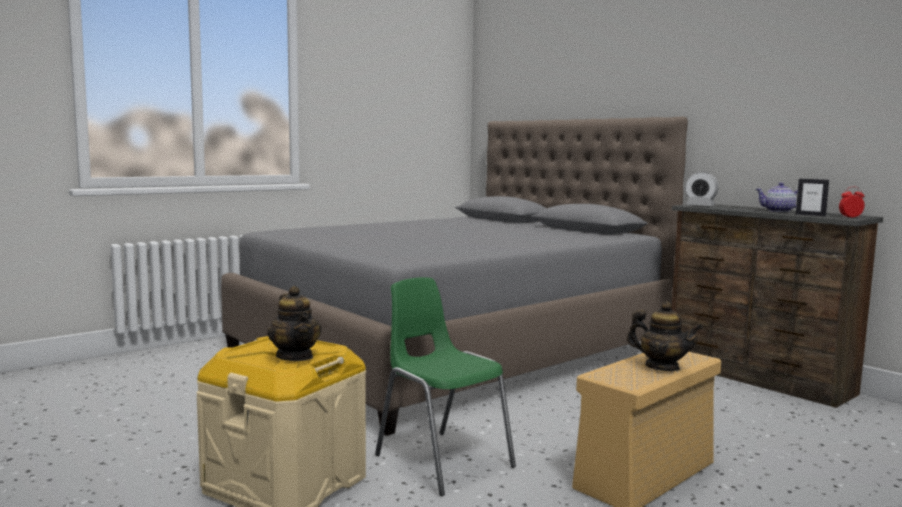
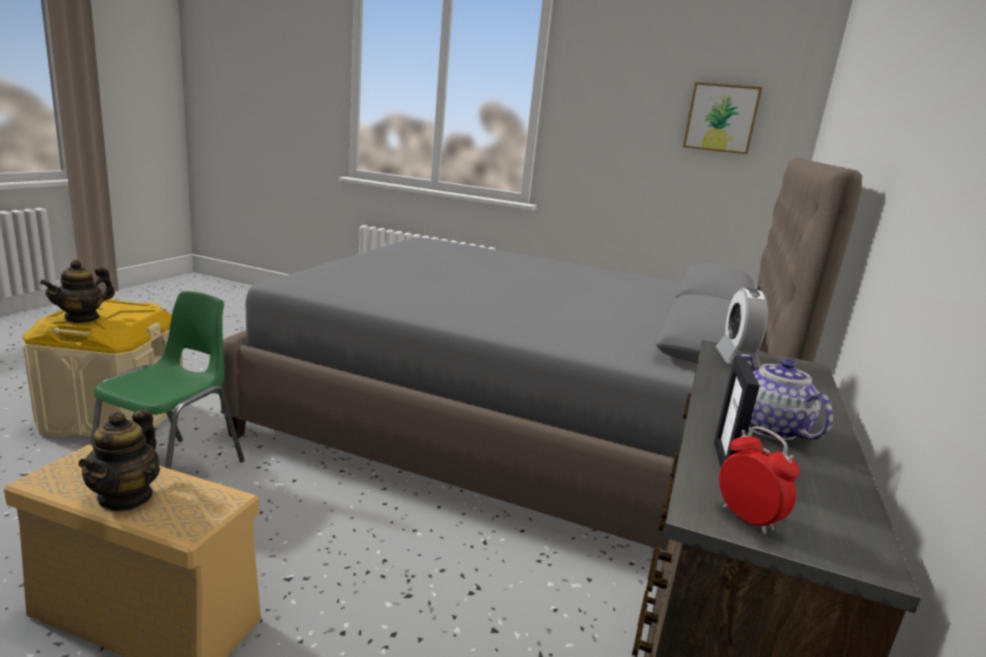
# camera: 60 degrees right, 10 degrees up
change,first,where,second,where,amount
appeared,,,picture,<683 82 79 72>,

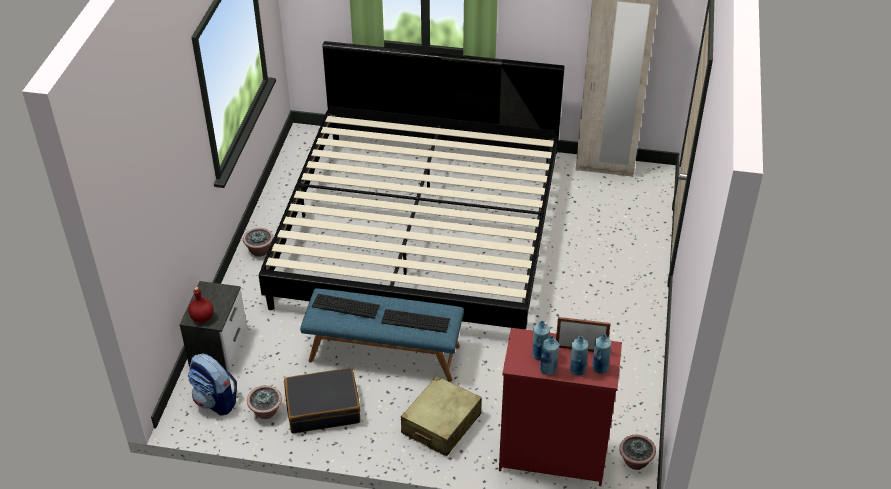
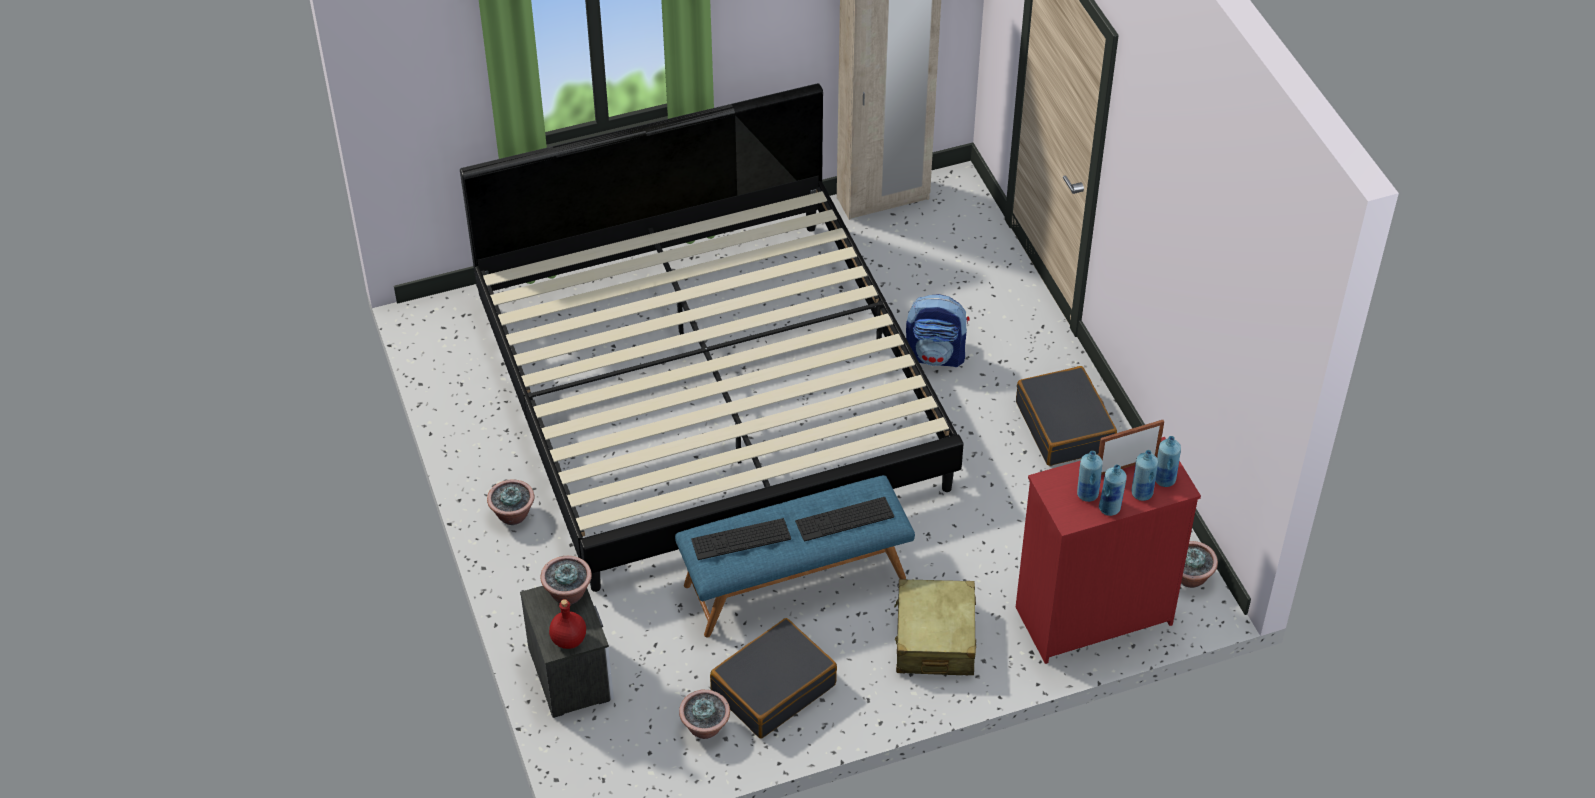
# camera: 30 degrees left, 5 degrees up
change,first,where,second,where,amount
relocated,knapsack,<188 353 49 63>,,<906 294 64 73>,
appeared,,,houseplant,<540 556 52 49>,
appeared,,,black-coloured piece of luggage,<1016 366 101 100>,

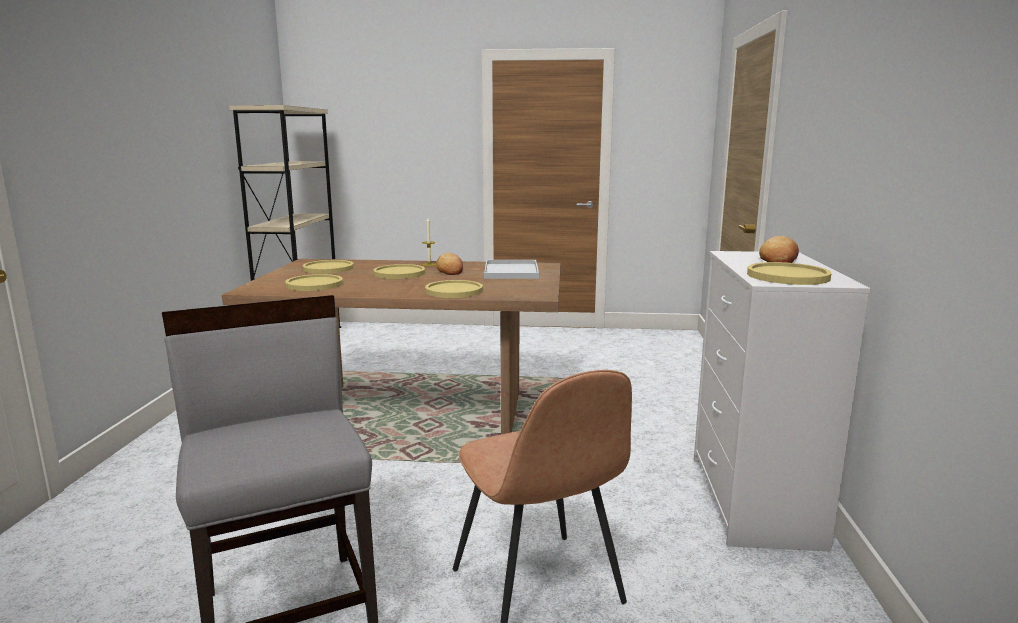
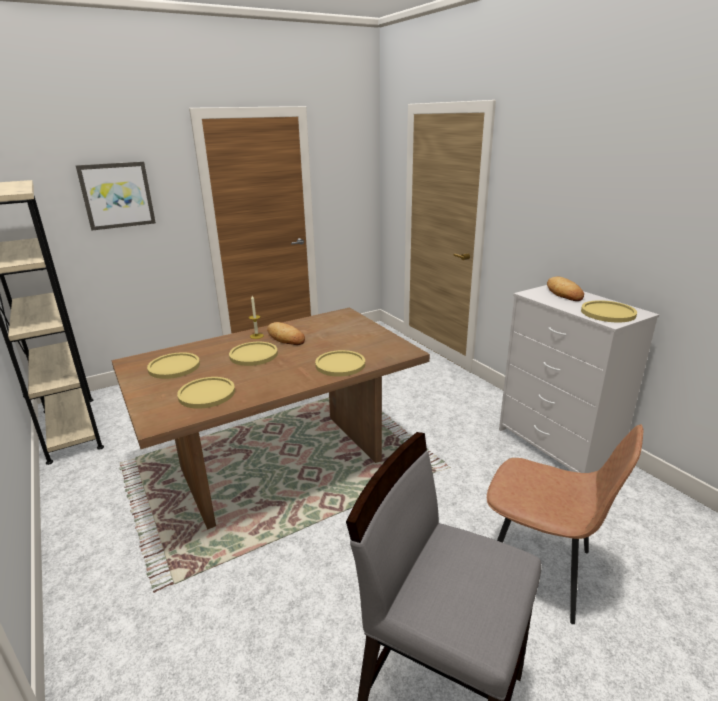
# camera: 35 degrees left, 10 degrees up
change,first,where,second,where,amount
missing,white-coloured tray,<484 260 55 19>,,,
appeared,,,picture,<76 162 80 68>,

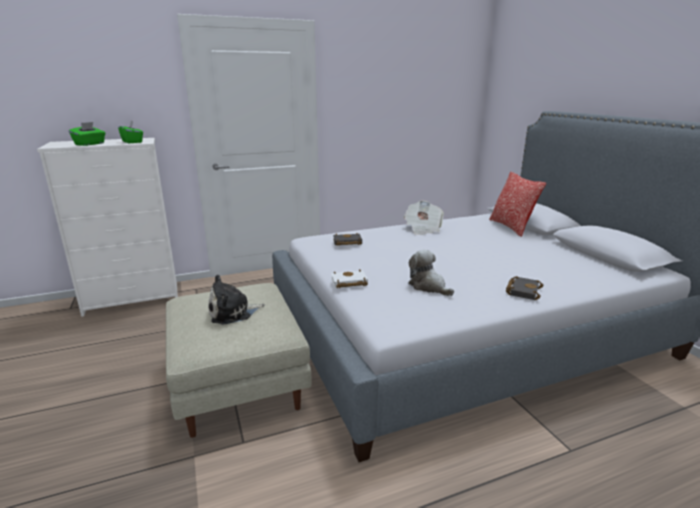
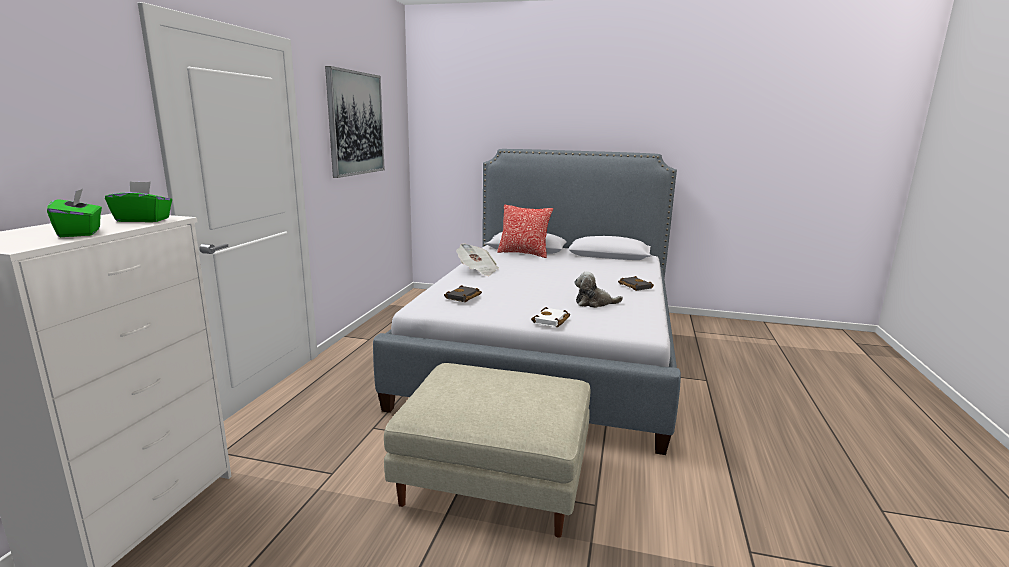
# camera: 55 degrees left, 5 degrees down
change,first,where,second,where,amount
missing,soft toy,<208 275 57 50>,,,
appeared,,,picture,<325 66 60 112>,

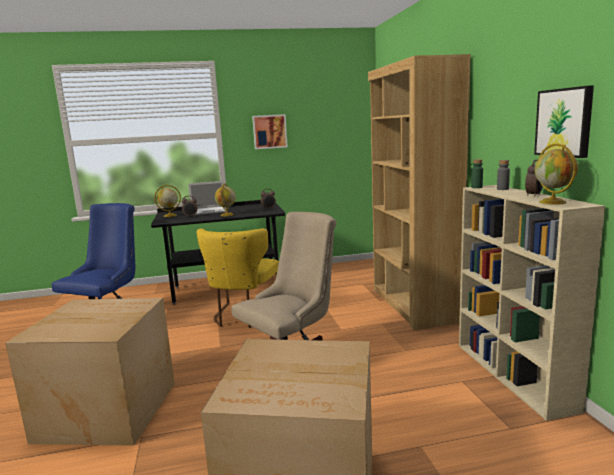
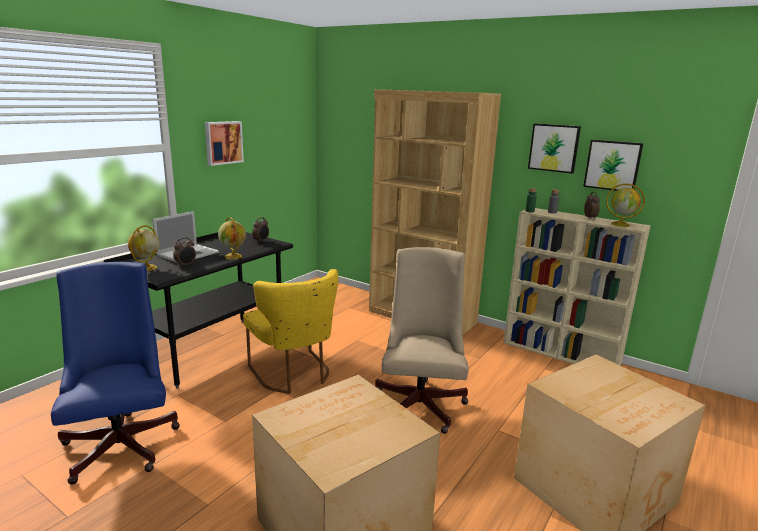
# camera: 45 degrees left, 5 degrees up
change,first,where,second,where,amount
appeared,,,picture,<528 124 53 50>,

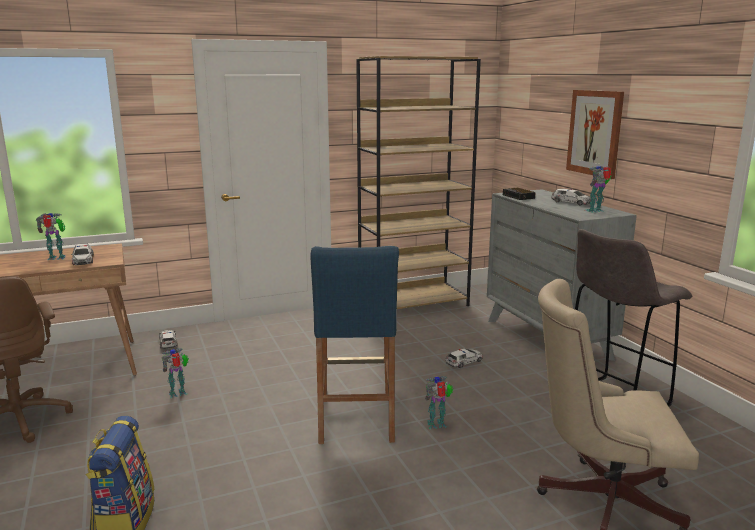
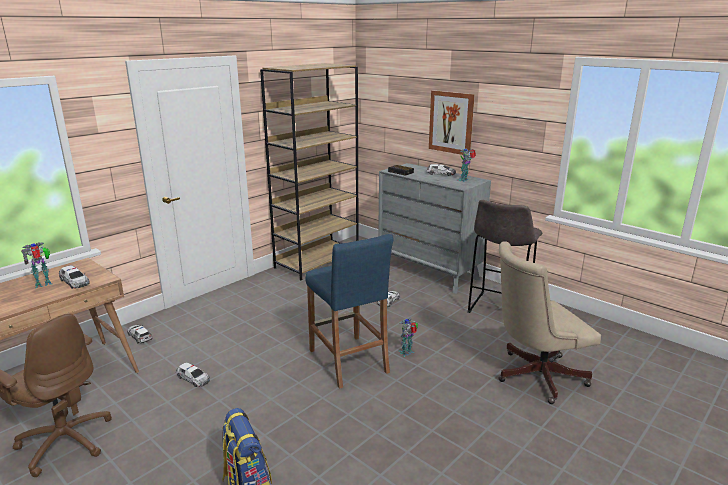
# camera: 25 degrees left, 5 degrees up
change,first,where,second,where,amount
exchanged,model robot,<162 348 27 50>,miniature car,<176 362 34 25>,

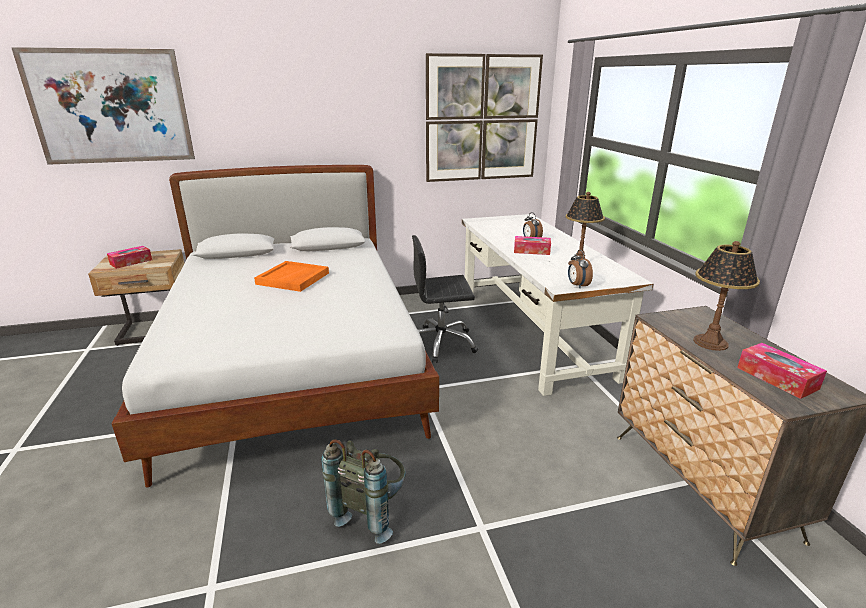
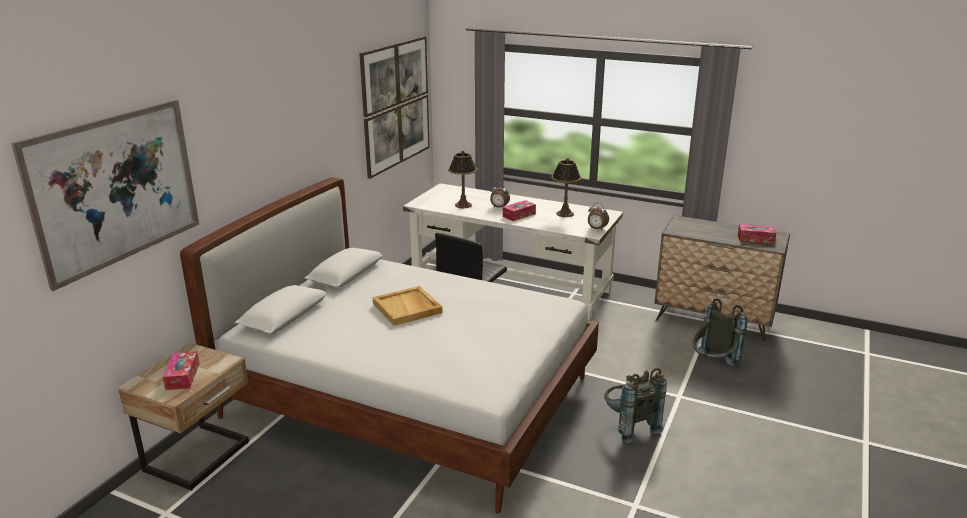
# camera: 50 degrees left, 0 degrees up
change,first,where,second,where,amount
colour,orange-coloured tray,<254 261 75 31>,beige-coloured tray,<373 286 69 40>,
relocated,table lamp,<693 241 67 110>,,<448 151 29 57>,
appeared,,,grey knapsack,<693 298 55 68>,

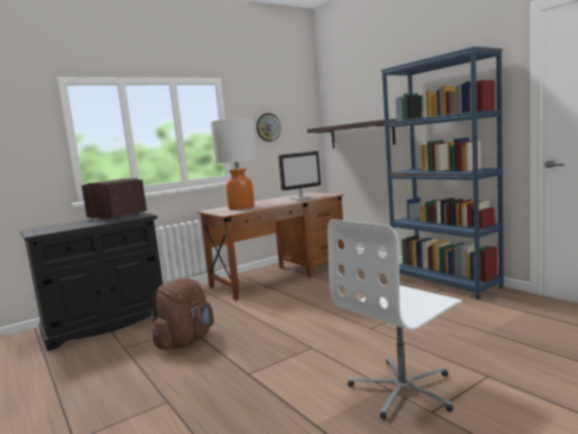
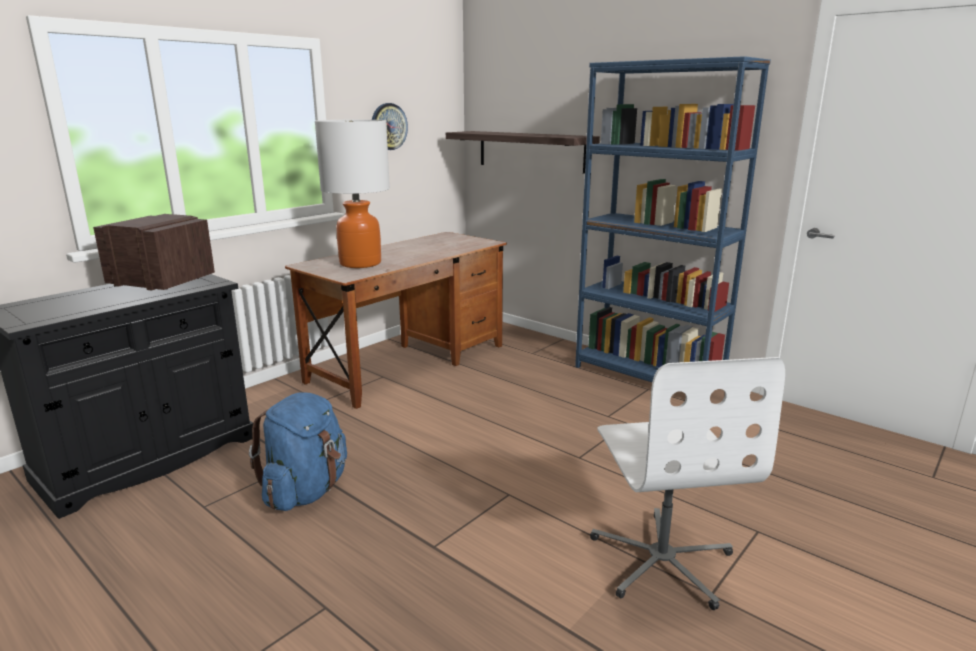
# camera: 15 degrees left, 10 degrees up
change,first,where,second,where,amount
colour,brown-coloured knapsack,<151 278 63 72>,blue knapsack,<249 393 98 118>,
missing,computer screen,<278 151 43 49>,,,
spun,white-coloured office chair,<328 219 134 200>,,<590 357 195 253>,45 degrees counterclockwise

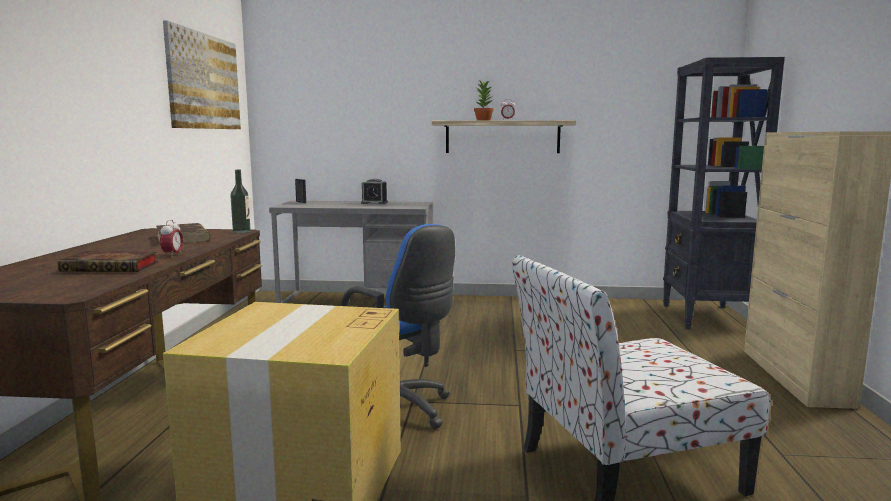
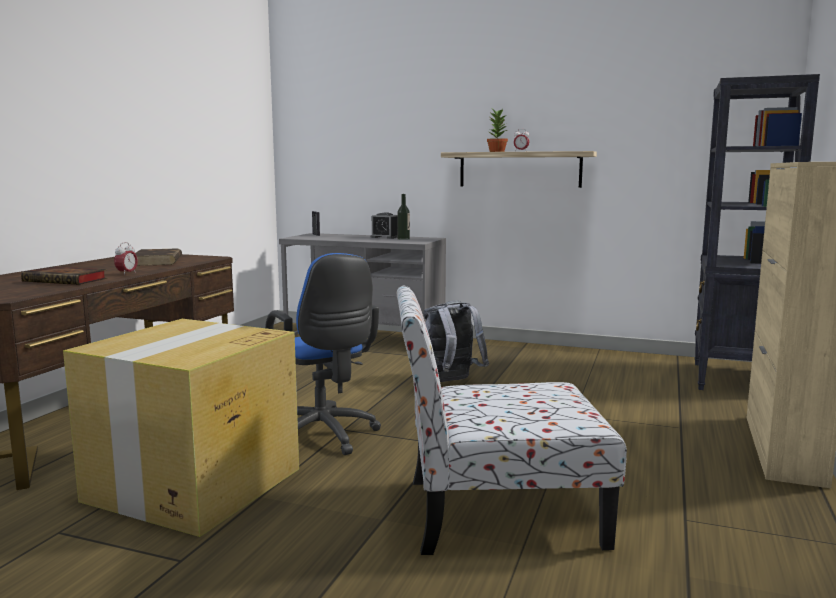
# camera: 15 degrees right, 0 degrees up
change,first,where,second,where,amount
missing,picture,<163 20 78 109>,,,
relocated,beverage bottle,<231 170 20 63>,,<397 194 13 46>,
appeared,,,grey knapsack,<424 300 65 82>,

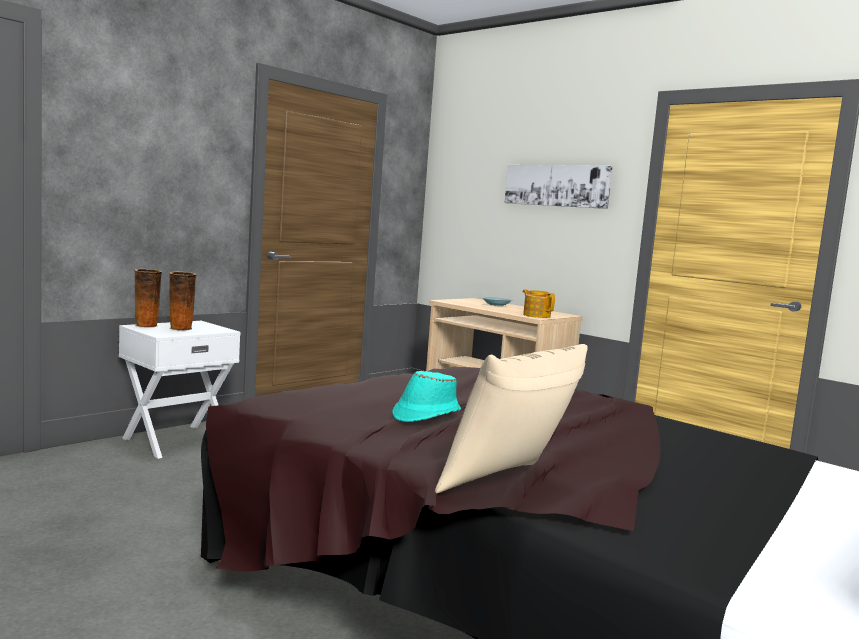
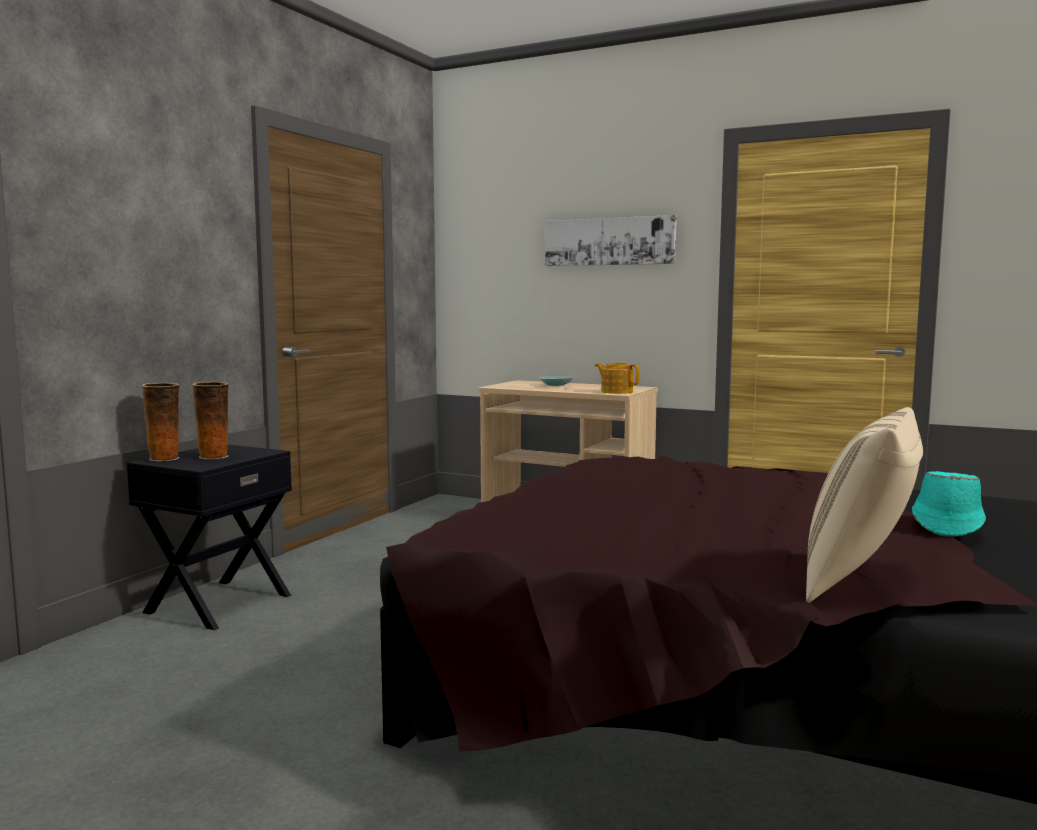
# camera: 15 degrees left, 0 degrees up
change,first,where,second,where,amount
colour,white-coloured bedside table,<119 321 122 138>,black-coloured bedside table,<127 444 165 186>,
relocated,turquoise wearable hat,<392 371 69 51>,,<912 471 74 66>,

